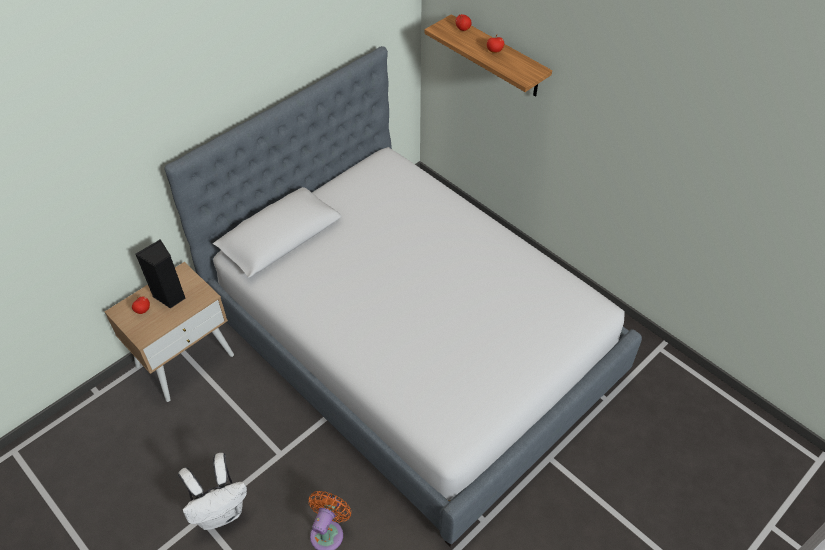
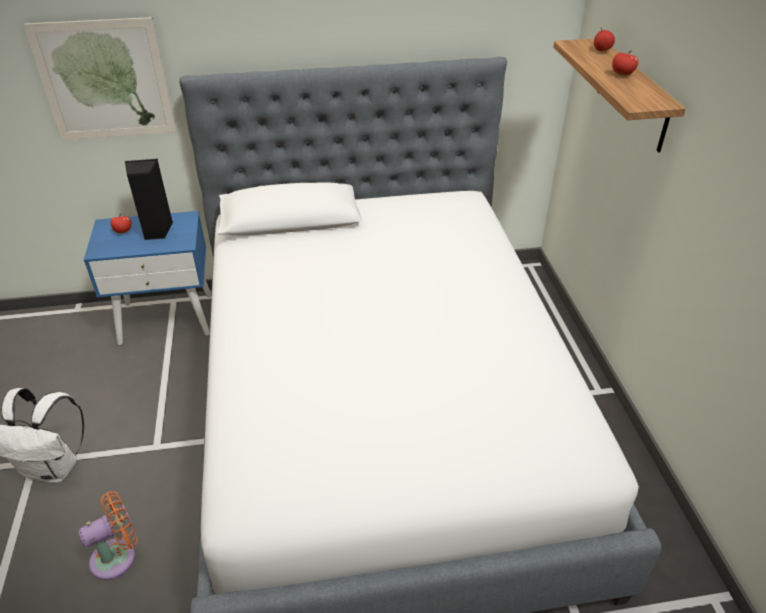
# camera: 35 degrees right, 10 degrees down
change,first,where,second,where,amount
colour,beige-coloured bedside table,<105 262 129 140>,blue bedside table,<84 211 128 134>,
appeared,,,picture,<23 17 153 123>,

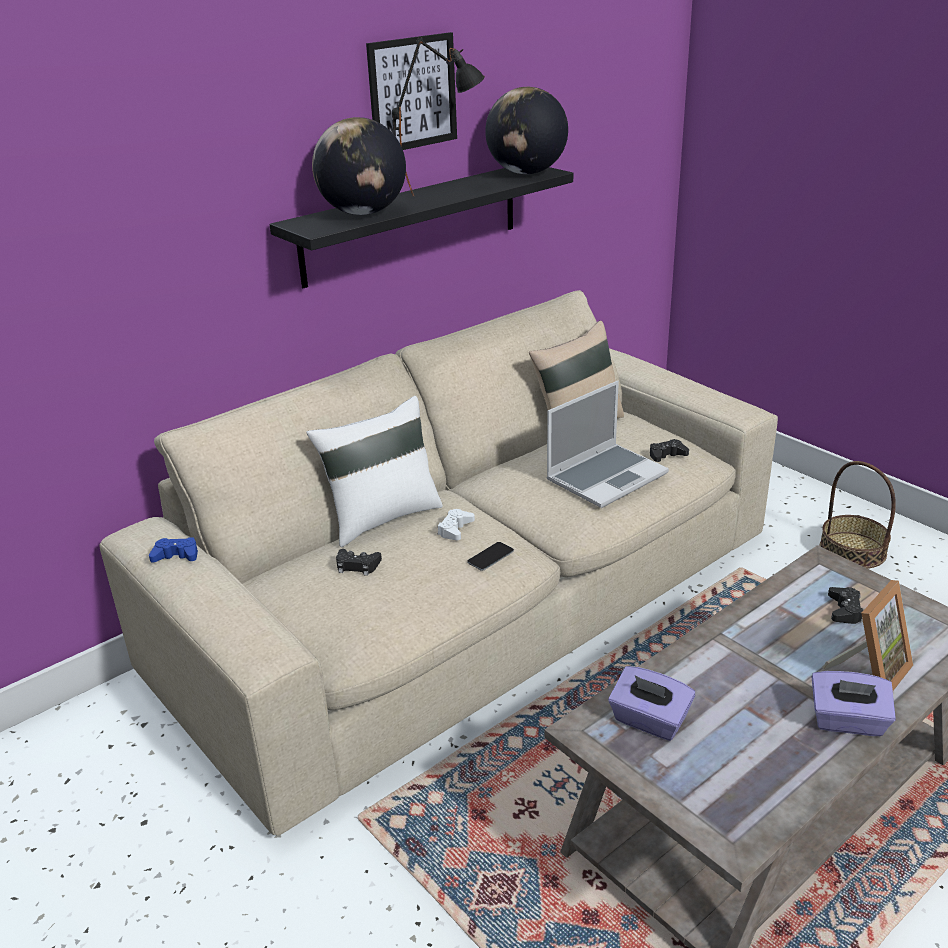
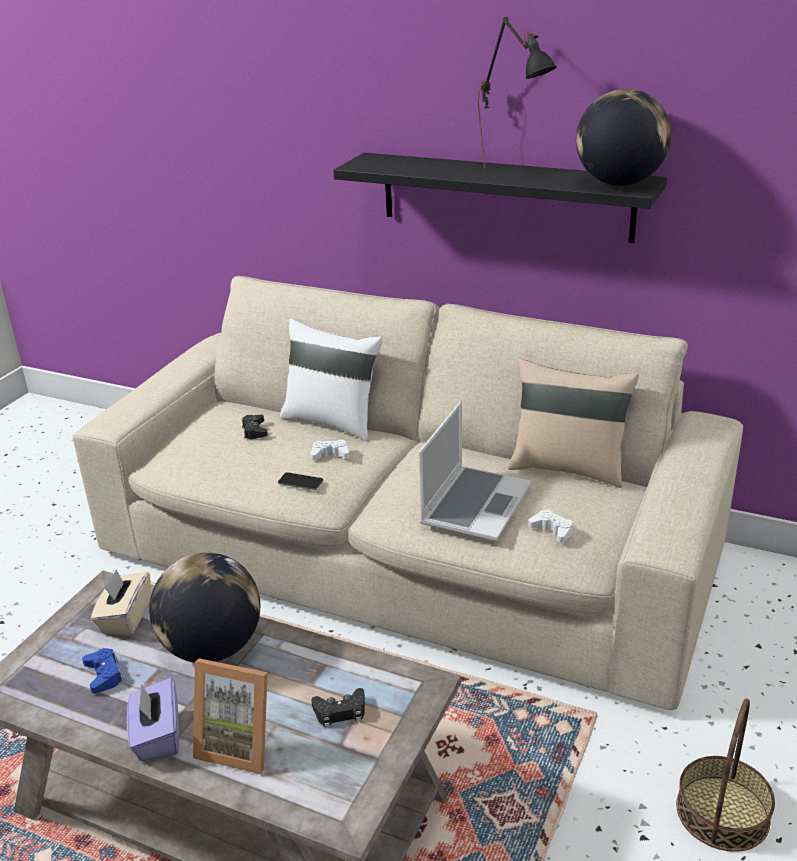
# camera: 65 degrees right, 0 degrees up
change,first,where,second,where,amount
relocated,blue gamepad,<149 537 49 25>,,<82 648 42 46>,
relocated,desk globe,<312 117 94 98>,,<149 552 111 111>,
missing,picture,<366 32 91 118>,,,
spun,laptop,<546 381 123 127>,,<418 401 114 140>,90 degrees counterclockwise
colour,purplish tissue holder,<608 666 87 75>,beige-coloured tissue holder,<91 570 60 65>,
colour,black-coloured gamepad,<650 439 39 23>,white-coloured gamepad,<528 509 45 33>,

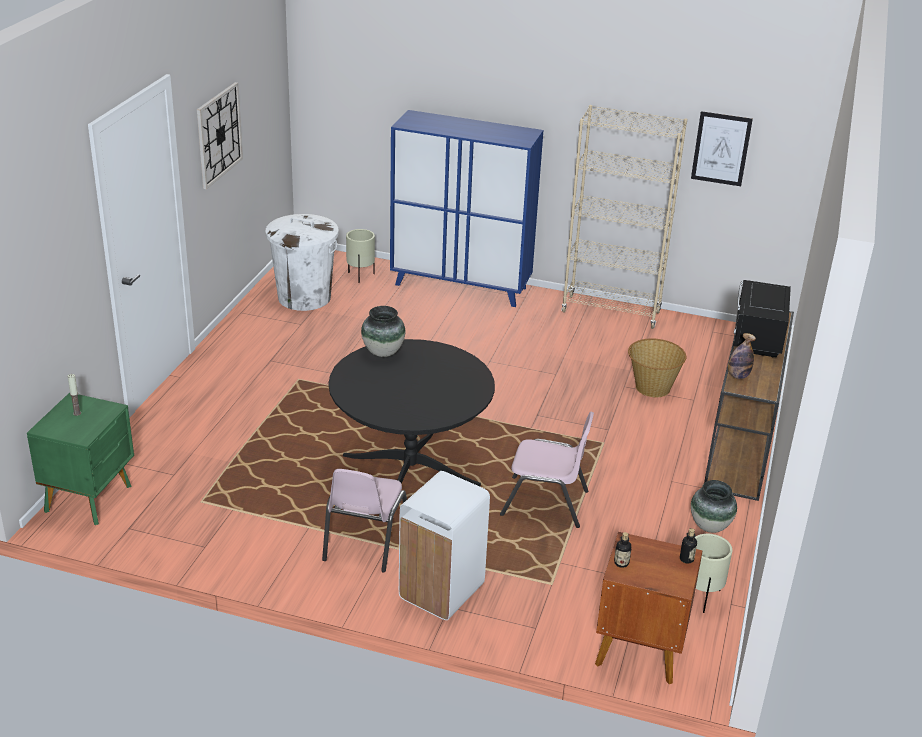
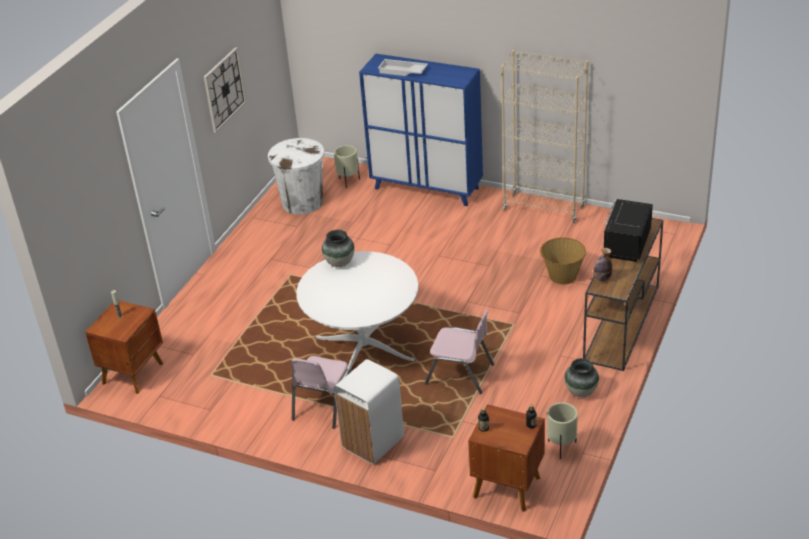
# camera: 10 degrees right, 5 degrees up
change,first,where,second,where,amount
colour,green-coloured bedside table,<27 393 107 132>,brown-coloured bedside table,<85 300 78 94>,
colour,black-coloured dining table,<328 339 167 147>,white-coloured dining table,<296 251 122 124>,
missing,picture,<691 111 62 75>,,,
appeared,,,white-coloured tray,<378 59 50 17>,

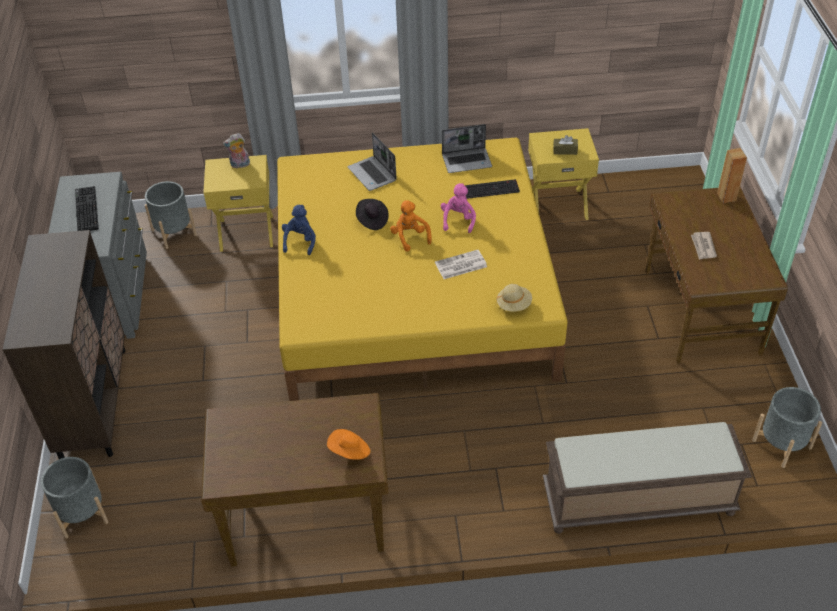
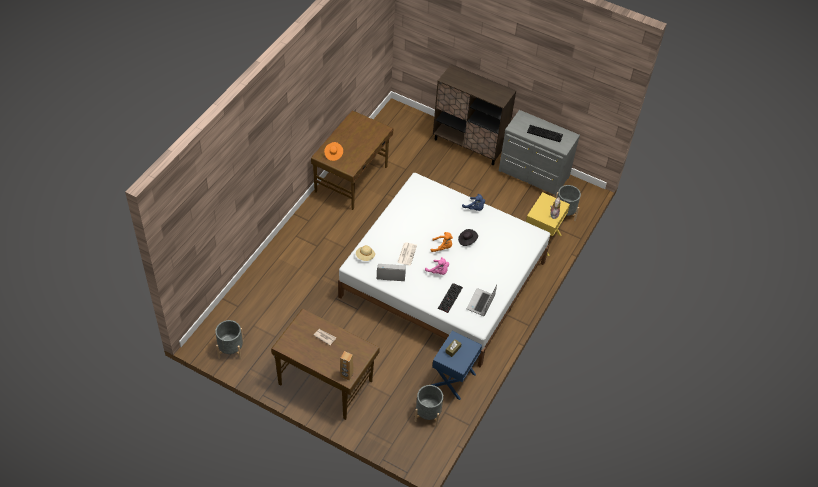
# camera: 120 degrees right, 5 degrees up
change,first,where,second,where,amount
relocated,grey plant pot,<41 457 68 81>,,<415 385 28 41>,
colour,yellowish sleeping bed,<277 138 291 263>,white-coloured sleeping bed,<338 173 212 194>,
relocated,laptop,<347 133 50 58>,,<377 264 29 17>,
colour,yellowish bedside table,<528 128 71 92>,blue bedside table,<432 331 50 69>,
missing,brown-coloured bench,<543 422 209 112>,,,

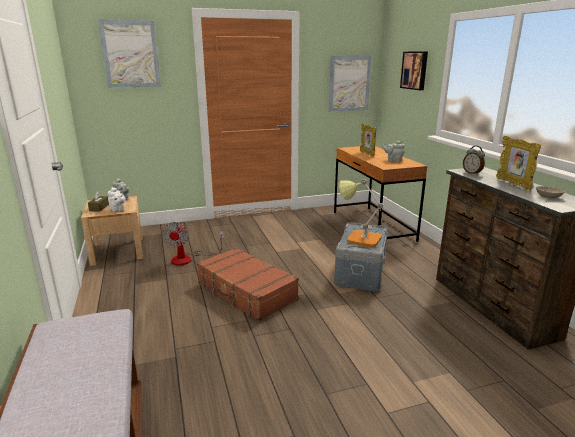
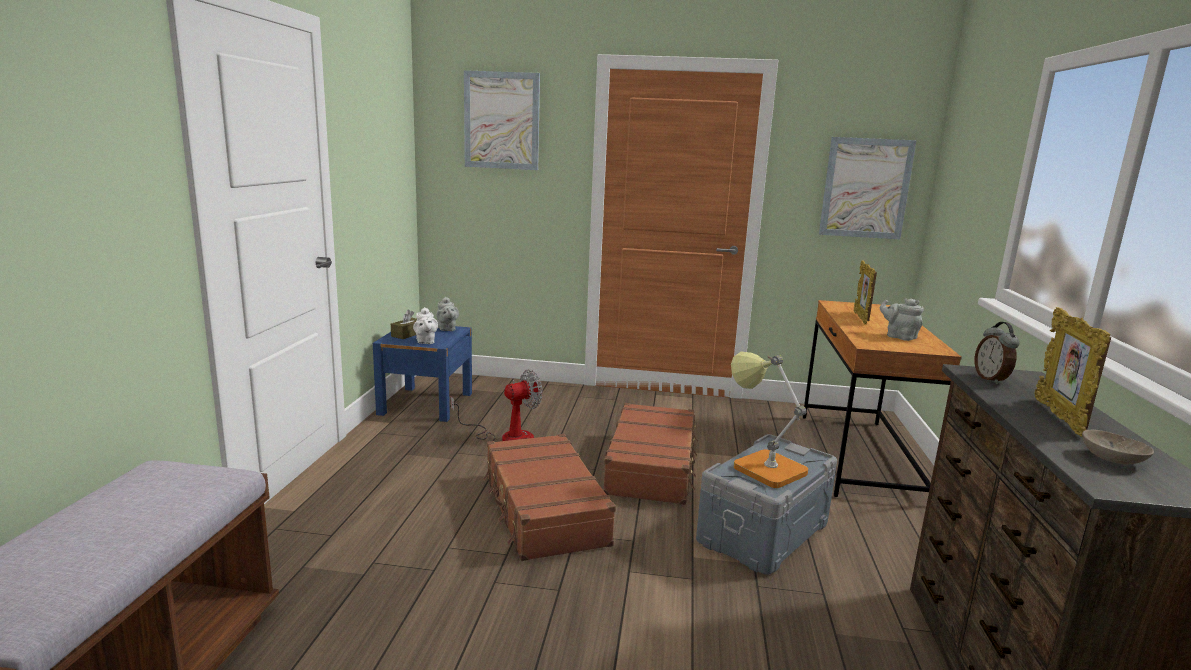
# camera: 25 degrees right, 5 degrees down
change,first,where,second,where,amount
colour,beige-coloured bedside table,<81 196 62 70>,blue bedside table,<373 326 99 96>,
spun,electric fan,<163 222 61 43>,,<451 370 91 71>,150 degrees counterclockwise
missing,picture,<400 51 28 39>,,,
appeared,,,brown-coloured piece of luggage,<603 403 95 102>,

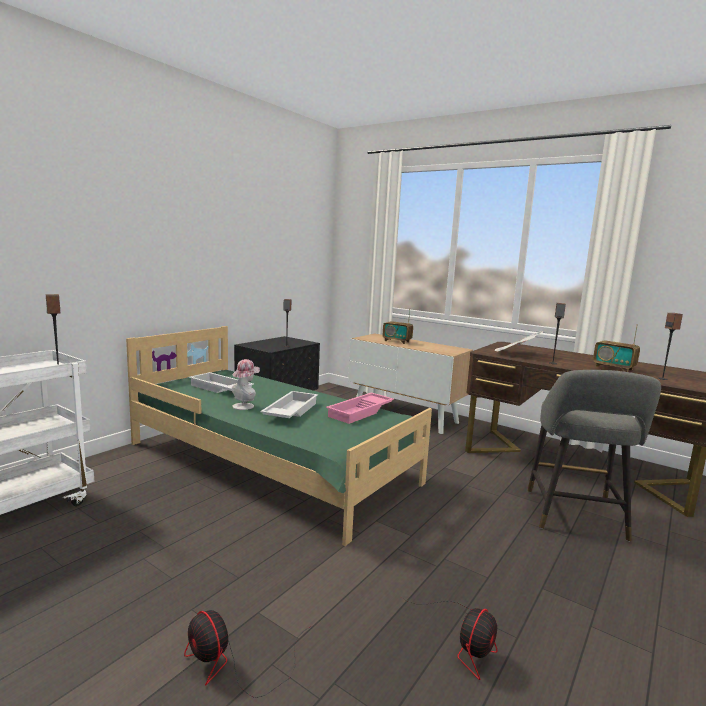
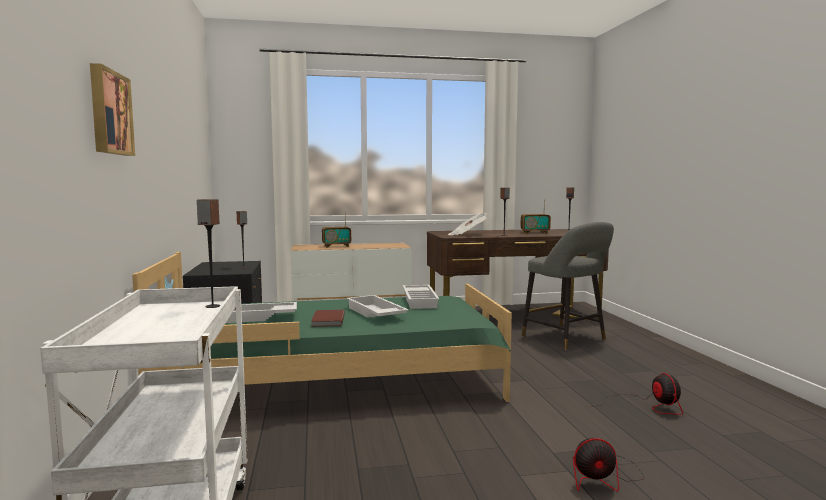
# camera: 45 degrees left, 5 degrees down
change,first,where,second,where,amount
exchanged,wearable hat,<231 359 29 51>,brown-coloured book,<311 310 34 17>,
colour,pinkish tray,<326 392 68 32>,white-coloured tray,<403 285 36 24>,
appeared,,,picture,<90 63 45 93>,

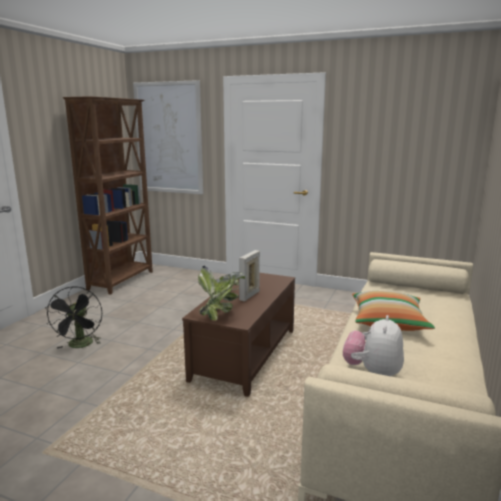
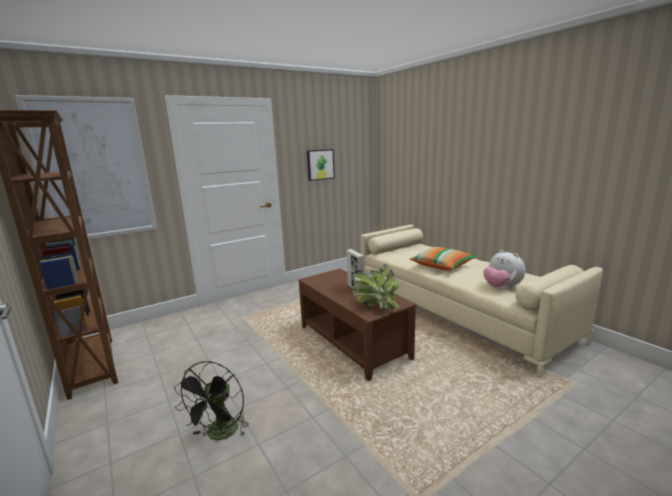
# camera: 55 degrees left, 0 degrees up
change,first,where,second,where,amount
spun,black-coloured electric fan,<45 286 57 62>,,<174 361 75 79>,75 degrees clockwise
appeared,,,picture,<307 149 28 32>,

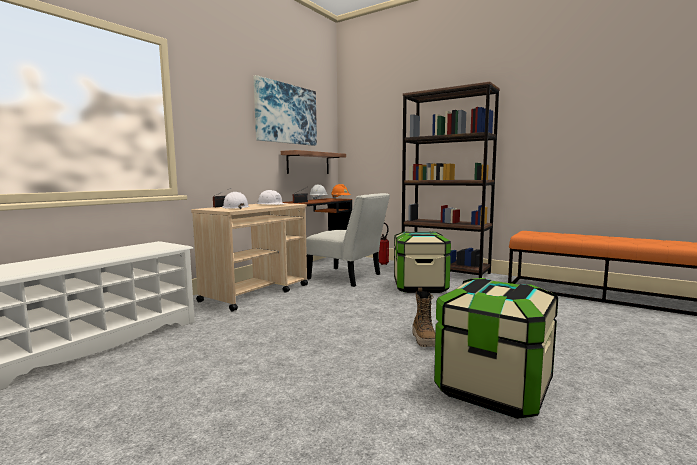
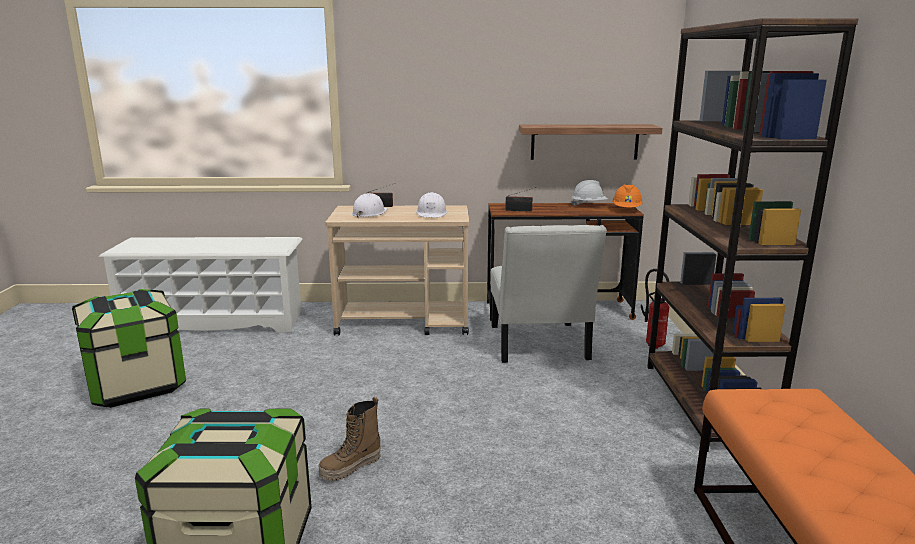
# camera: 55 degrees right, 10 degrees up
change,first,where,second,where,amount
missing,picture,<254 75 63 71>,,,
relocated,storage container,<394 231 57 62>,,<72 289 114 119>,

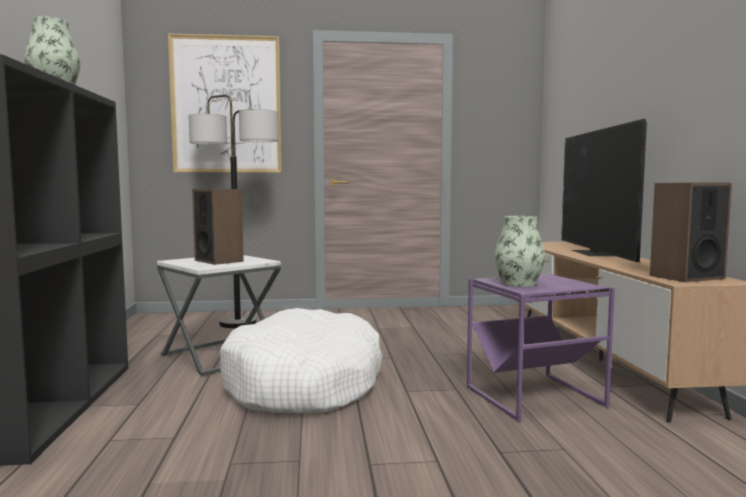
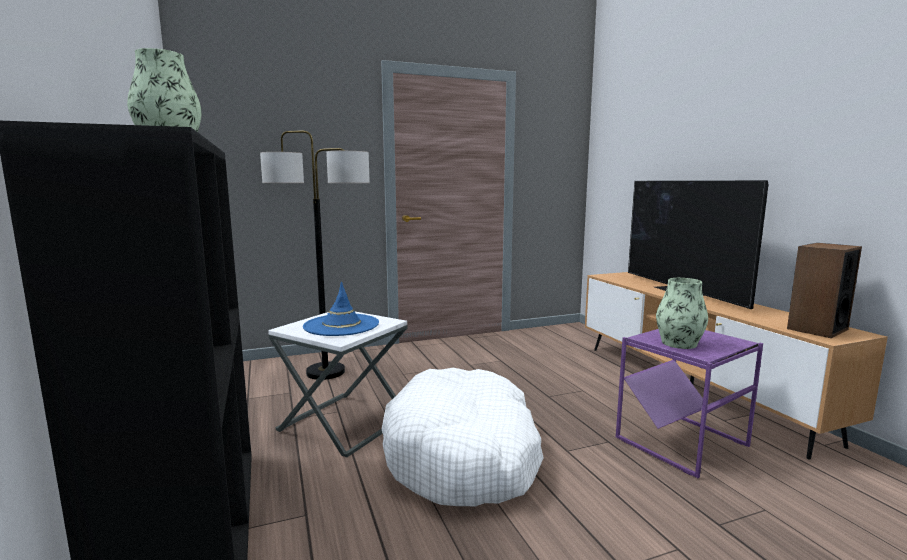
# camera: 15 degrees left, 5 degrees up
change,first,where,second,where,amount
missing,picture,<168 33 114 140>,,,
exchanged,speaker,<192 189 52 76>,blue wearable hat,<303 281 76 55>,

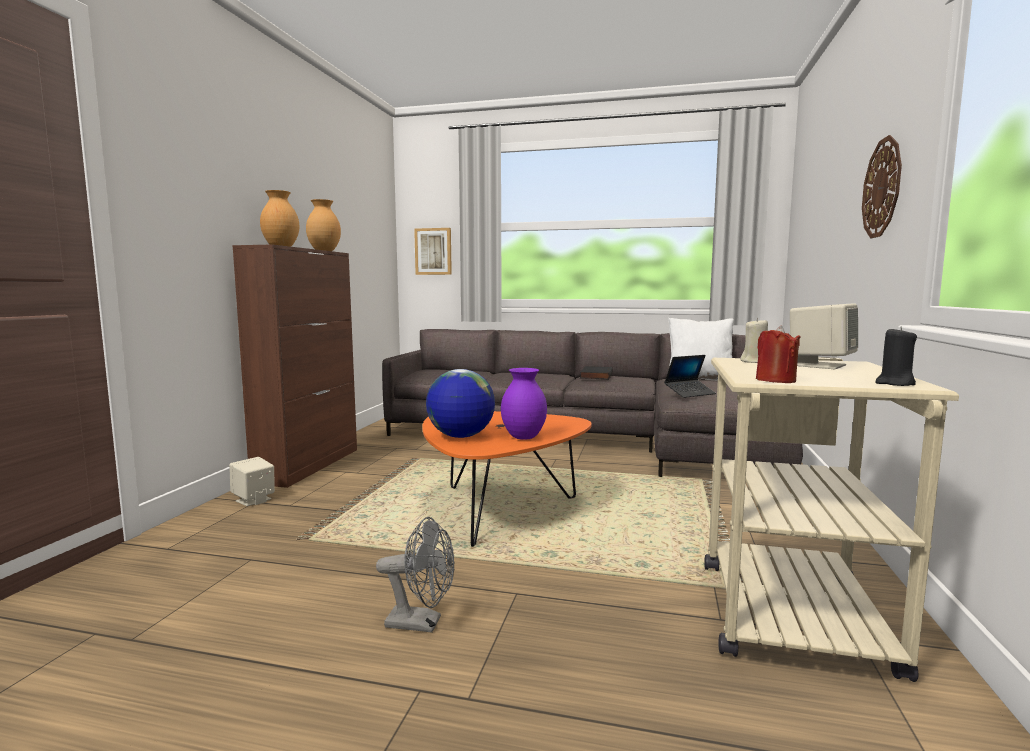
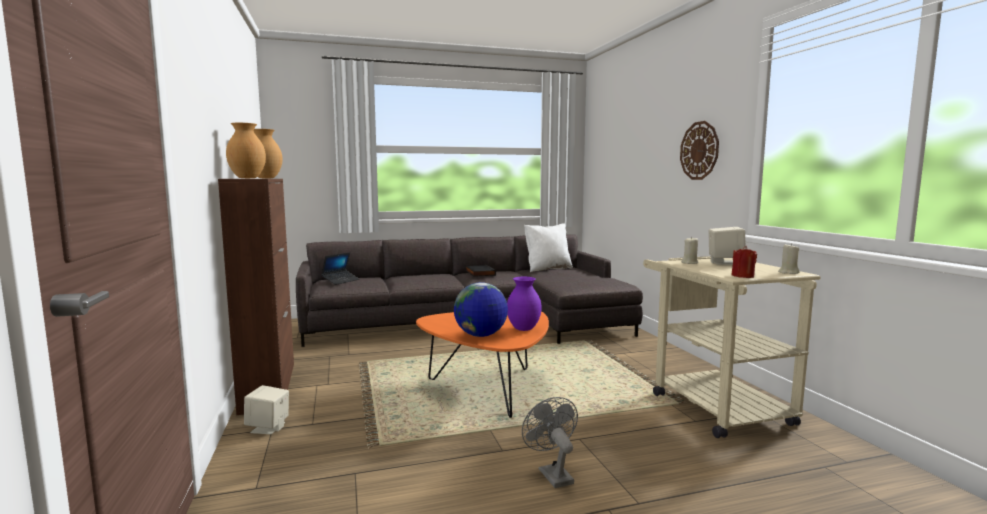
# camera: 30 degrees left, 0 degrees up
change,first,where,second,where,amount
spun,grey electric fan,<376 517 79 116>,,<522 397 56 91>,90 degrees counterclockwise
missing,picture,<414 228 38 47>,,,
relocated,laptop,<664 355 52 43>,,<321 252 38 33>,
colour,black-coloured wax light,<875 327 42 59>,beige-coloured wax light,<778 243 22 31>,

